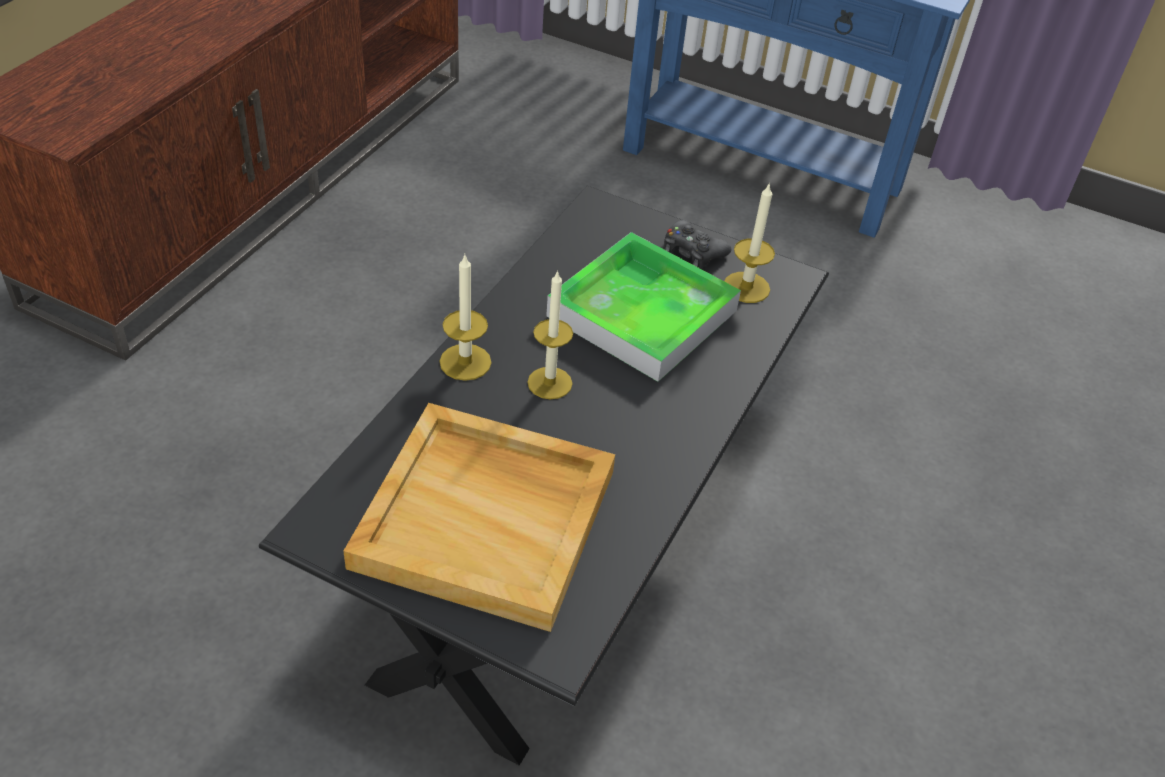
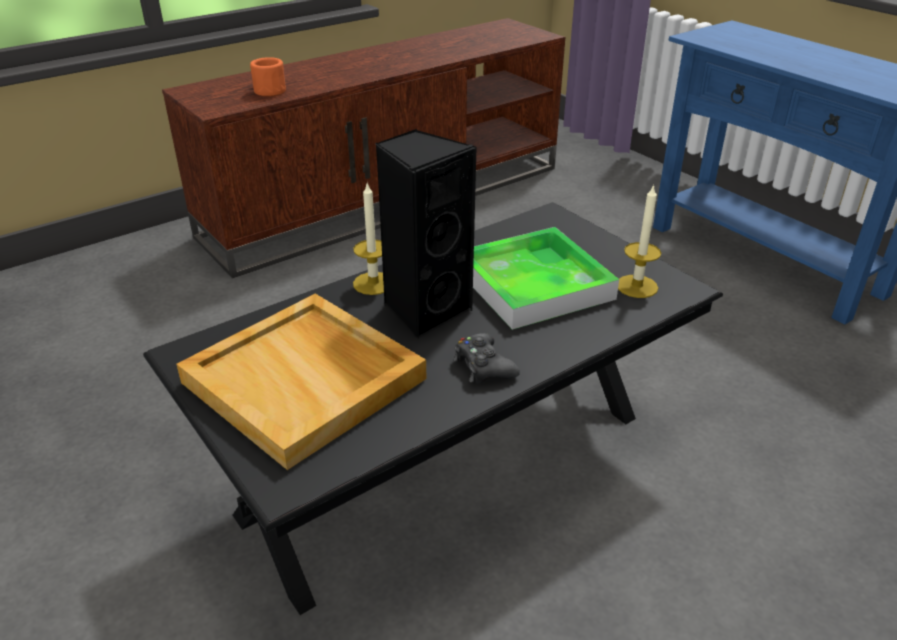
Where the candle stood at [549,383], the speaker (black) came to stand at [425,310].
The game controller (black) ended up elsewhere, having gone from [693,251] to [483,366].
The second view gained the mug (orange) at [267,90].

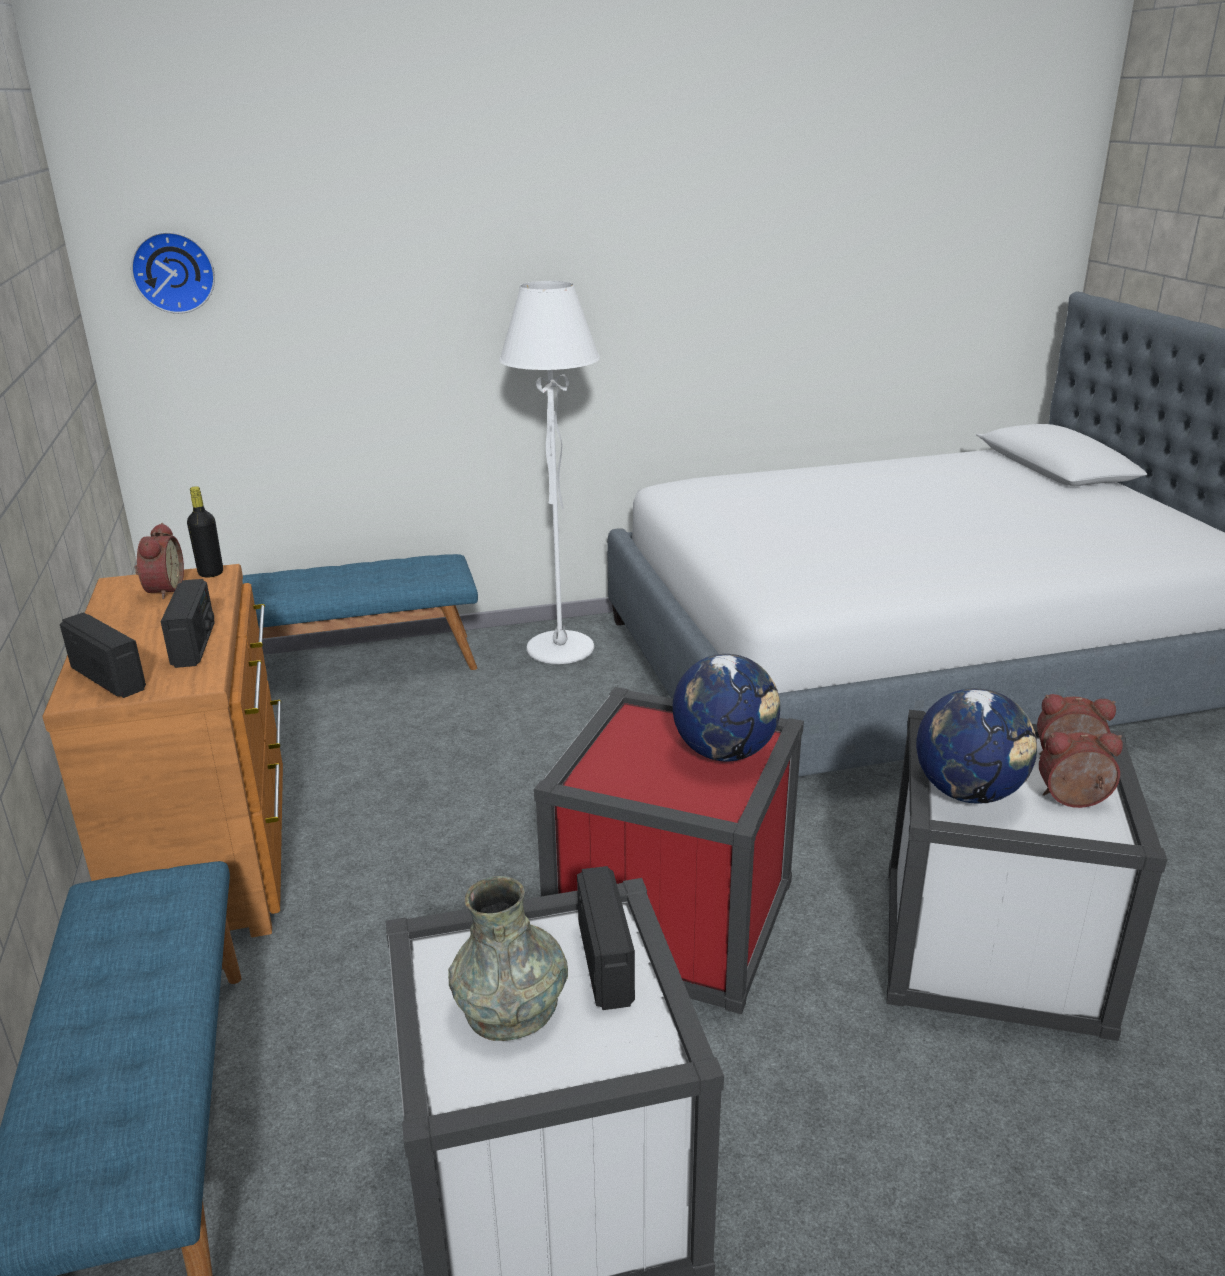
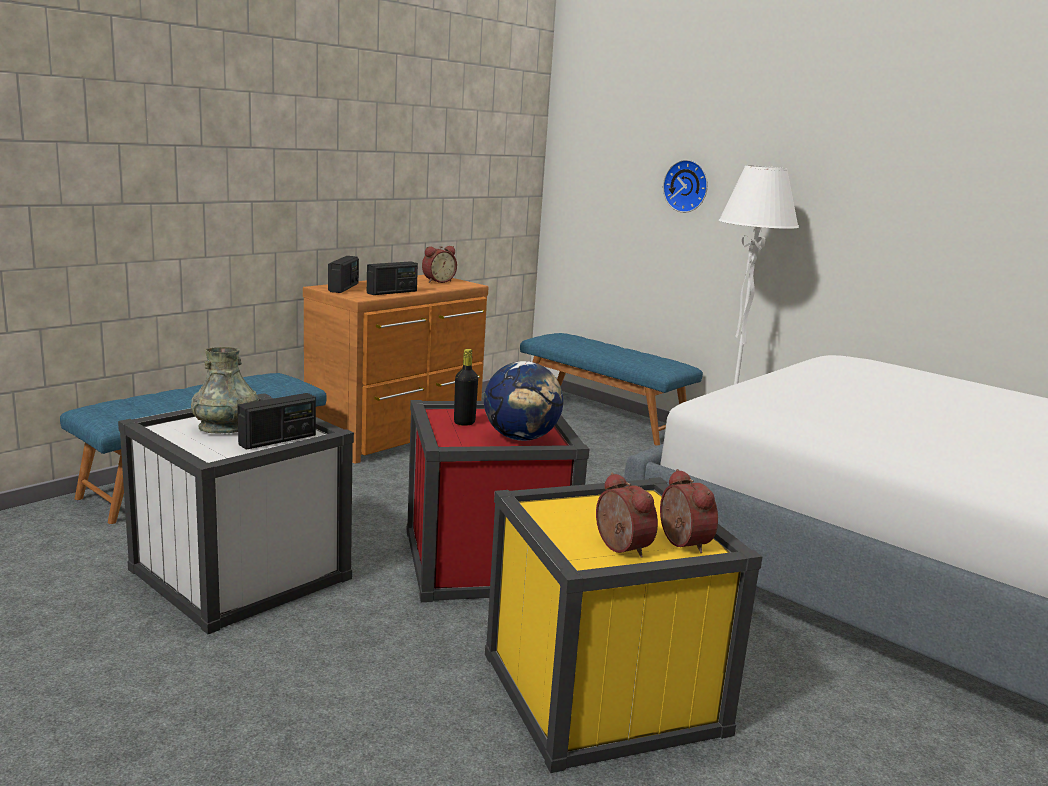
The wall clock ended up elsewhere, having gone from [174,272] to [687,186].
The bottle (black) ended up elsewhere, having gone from [211,573] to [464,422].
What was the storage box (white) at [991,946] turned into the storage box (yellow) at [601,692].
The second view lost the globe at [968,793].

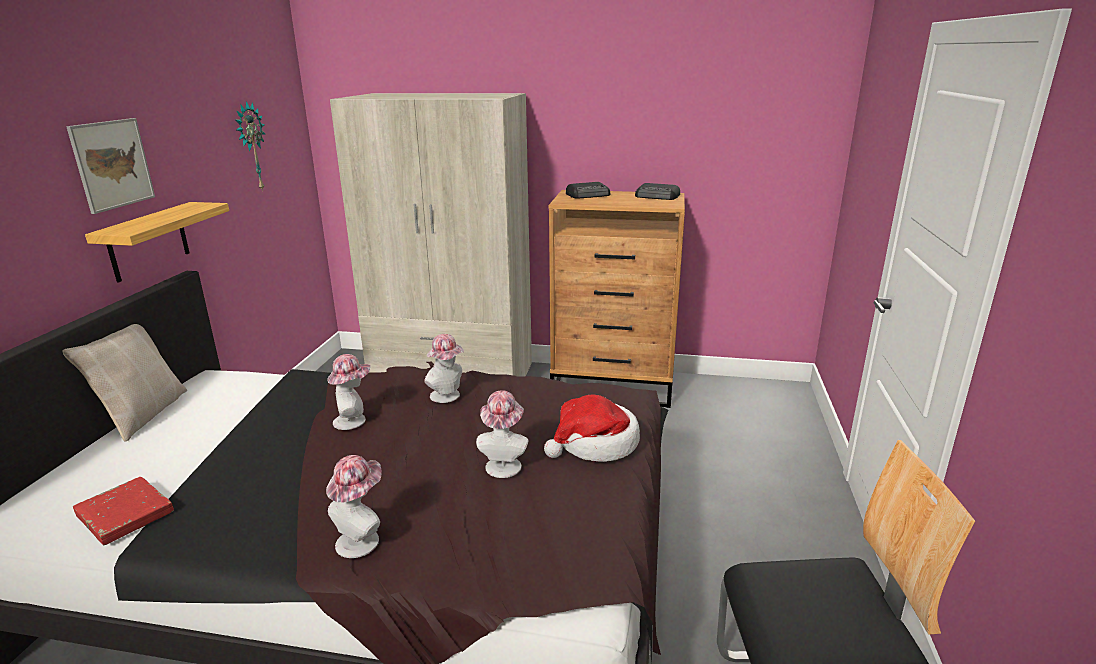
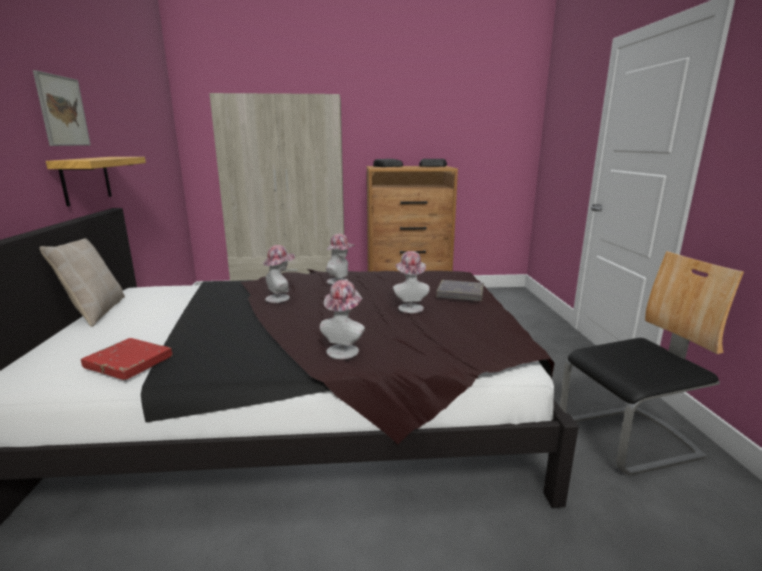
The second view lost the wall clock at [251,147].
Where the hat stood at [595,444], the book (grey) came to stand at [460,294].

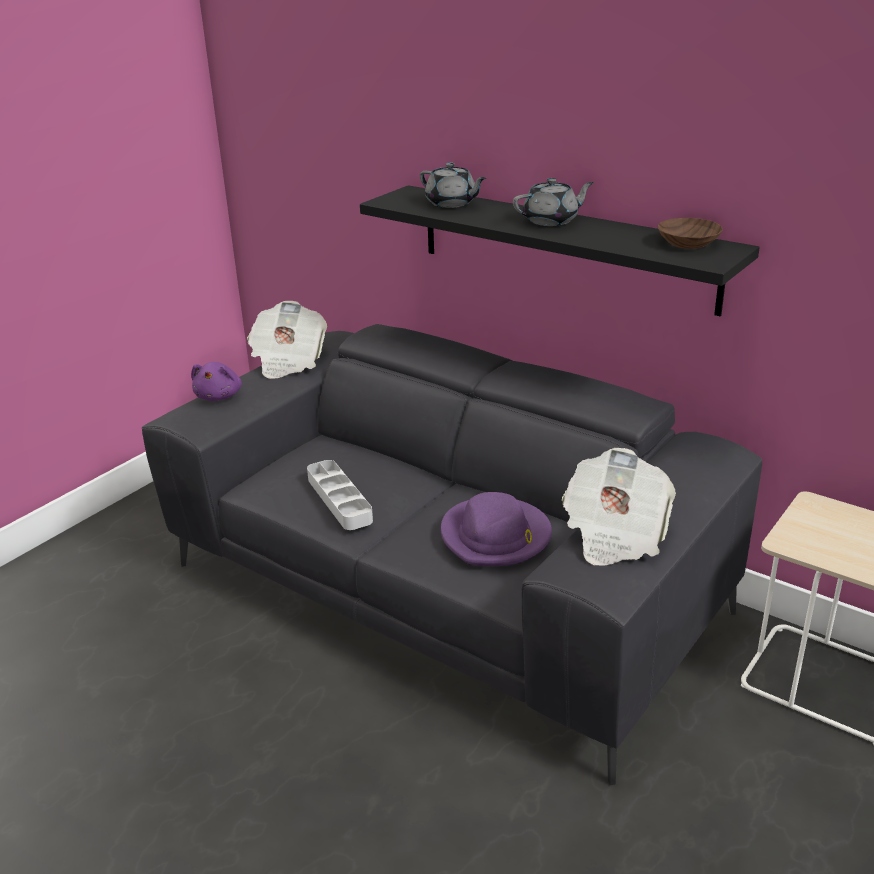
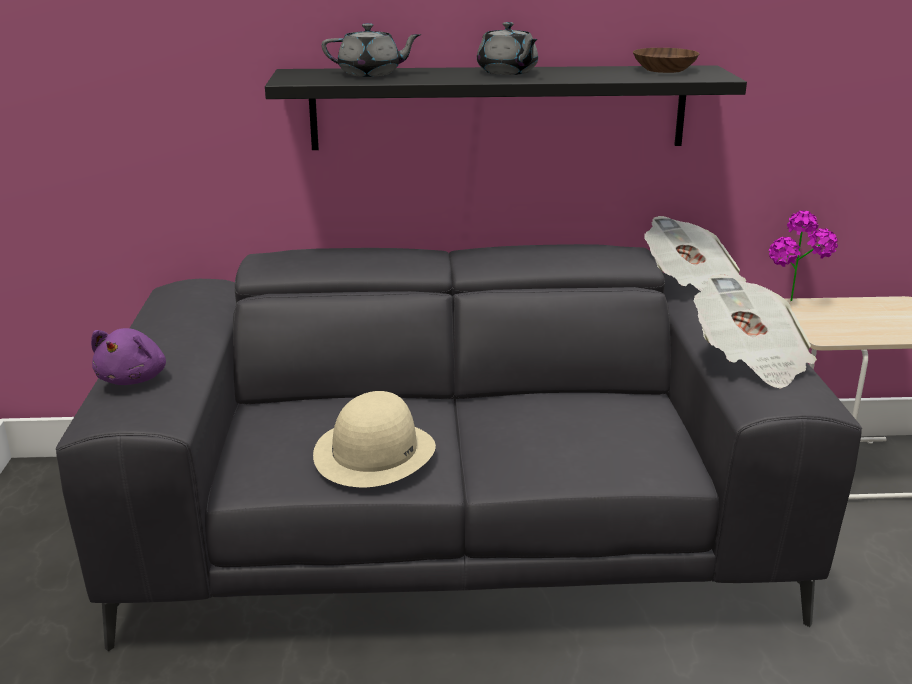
The plush toy (purple) at [219,396] ended up facing another way, 45 degrees clockwise from before.
The newspaper ended up elsewhere, having gone from [288,360] to [693,286].
Where the tray (grey) stood at [339,499], the hat (beige) came to stand at [374,452].
The second view lost the hat (purple) at [496,536].
The teapot (grey) at [551,221] ended up facing another way, 120 degrees clockwise from before.
The second view gained the potted plant at [794,305].

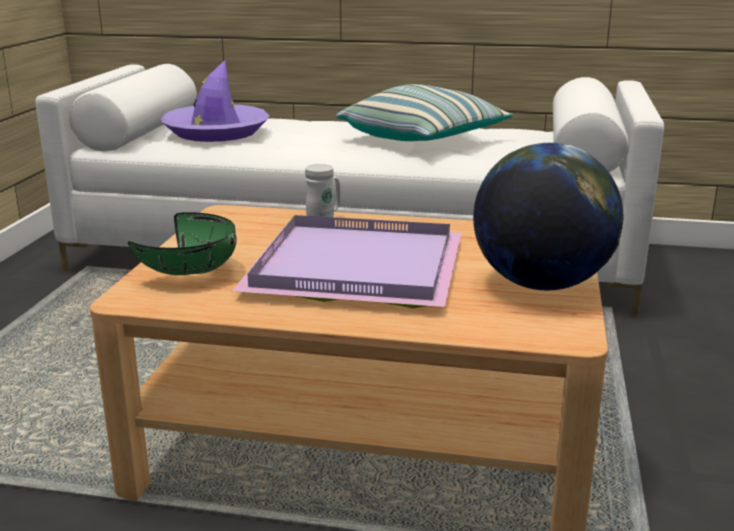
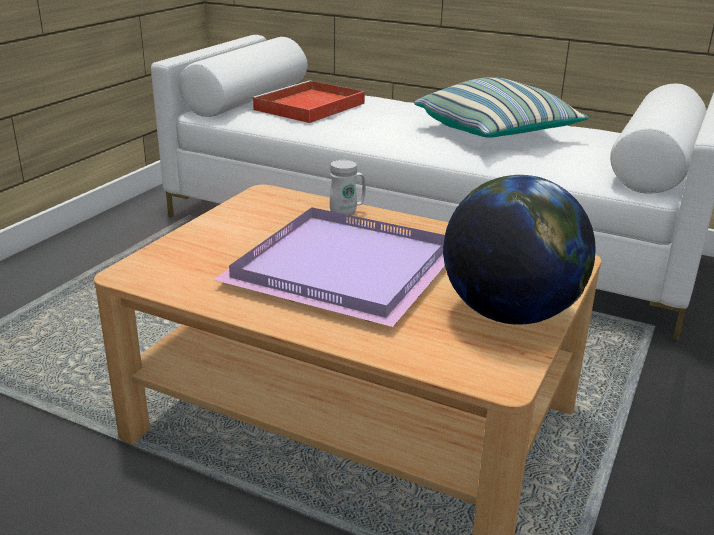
The second view lost the bowl (green) at [195,272].
Where the hat (purple) stood at [216,132], the tray (red) came to stand at [308,107].

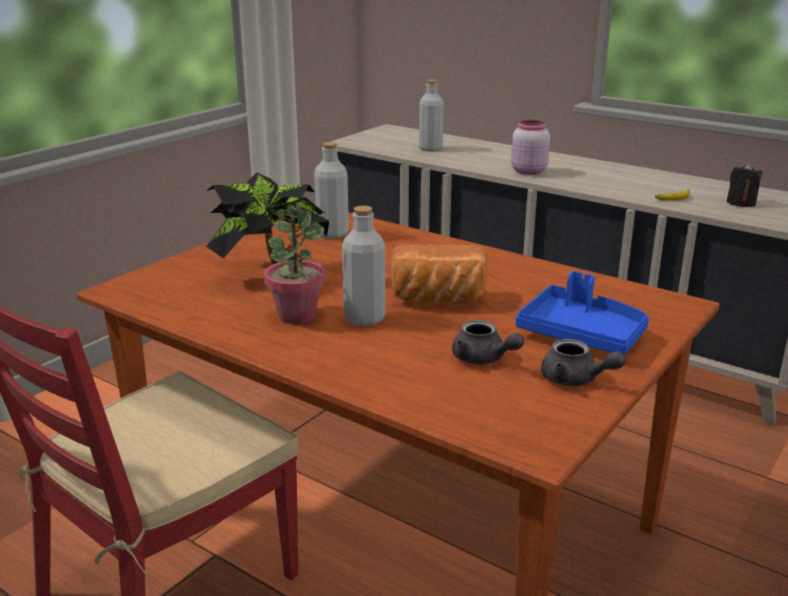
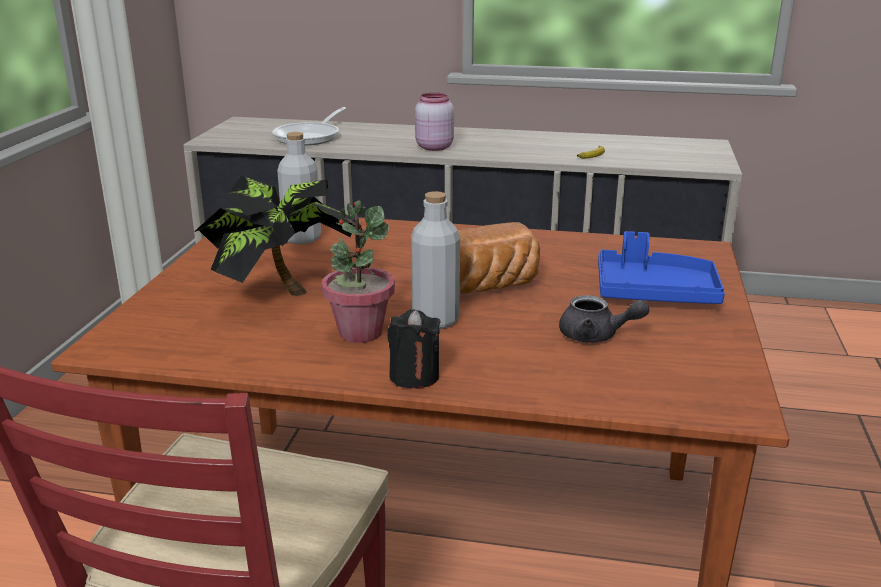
Where the bottle (grey) stood at [430,149], the frying pan came to stand at [310,137].
The second view lost the teapot (grey) at [575,380].
The candle (black) ended up elsewhere, having gone from [741,203] to [414,376].

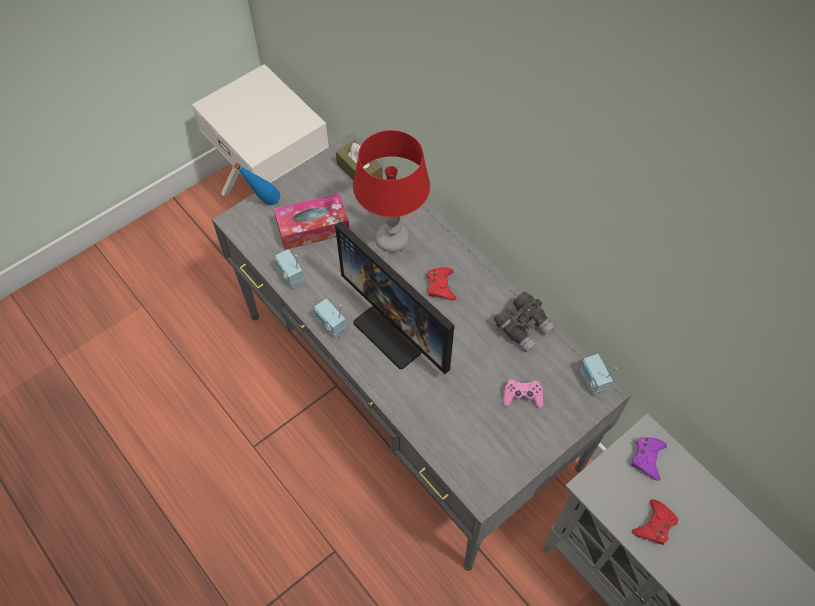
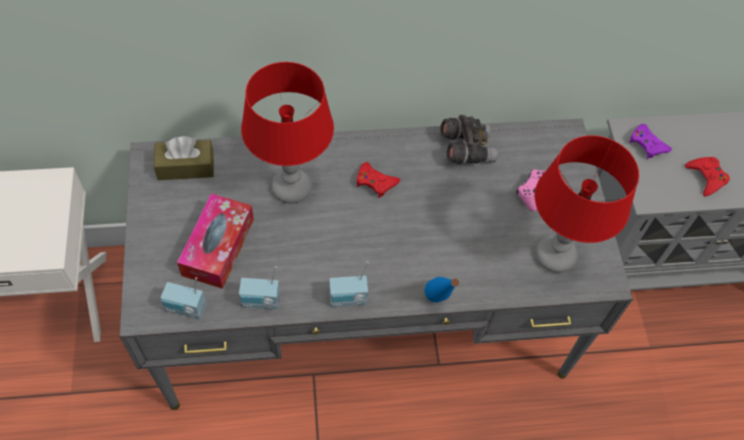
The bottle (blue) ended up elsewhere, having gone from [263,204] to [438,305].
The second view lost the monitor at [400,328].
The radio ended up elsewhere, having gone from [591,382] to [185,309].
The second view gained the table lamp (red) at [555,256].

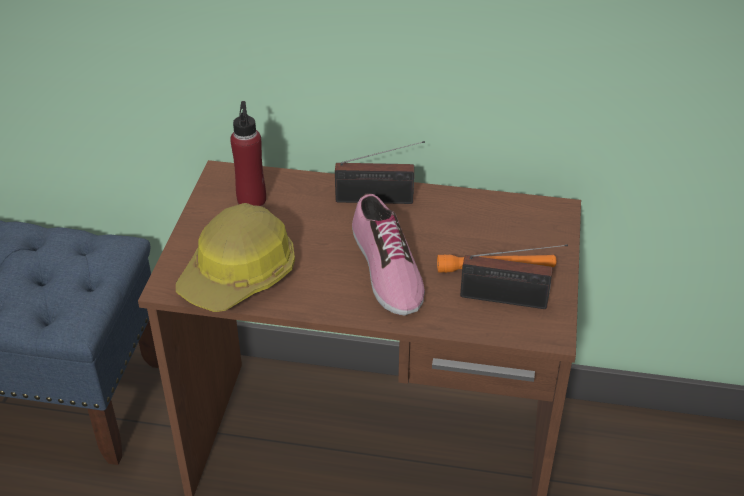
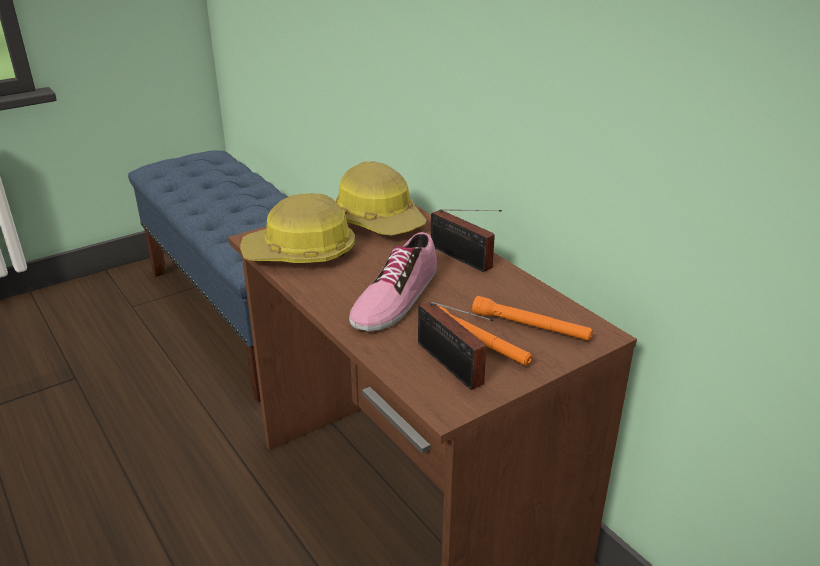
Where the bottle (red) stood at [251,199], the hard hat came to stand at [379,220].
The second view gained the flashlight (orange) at [530,326].

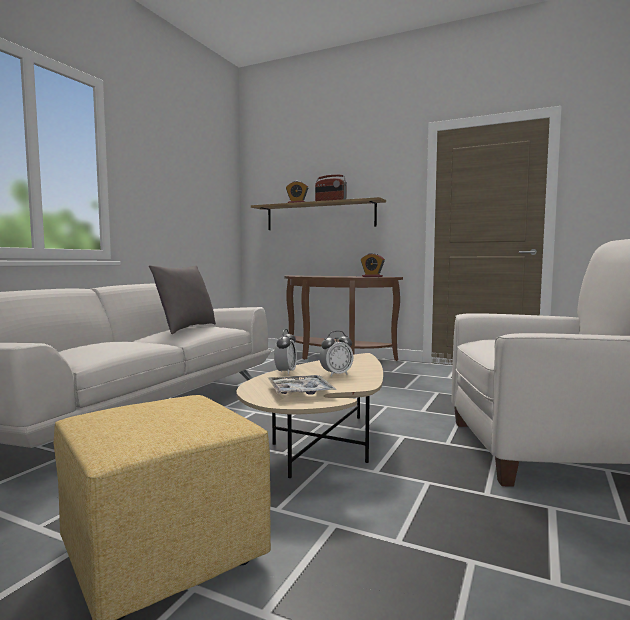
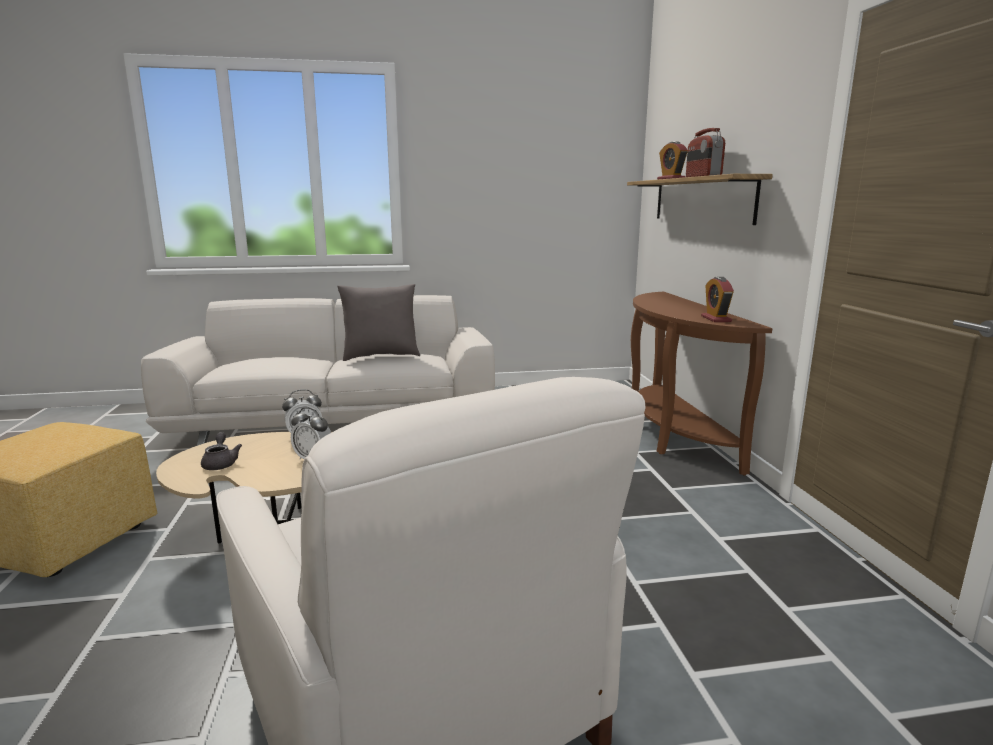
Where the tray stood at [300,392], the teapot (grey) came to stand at [221,463].

